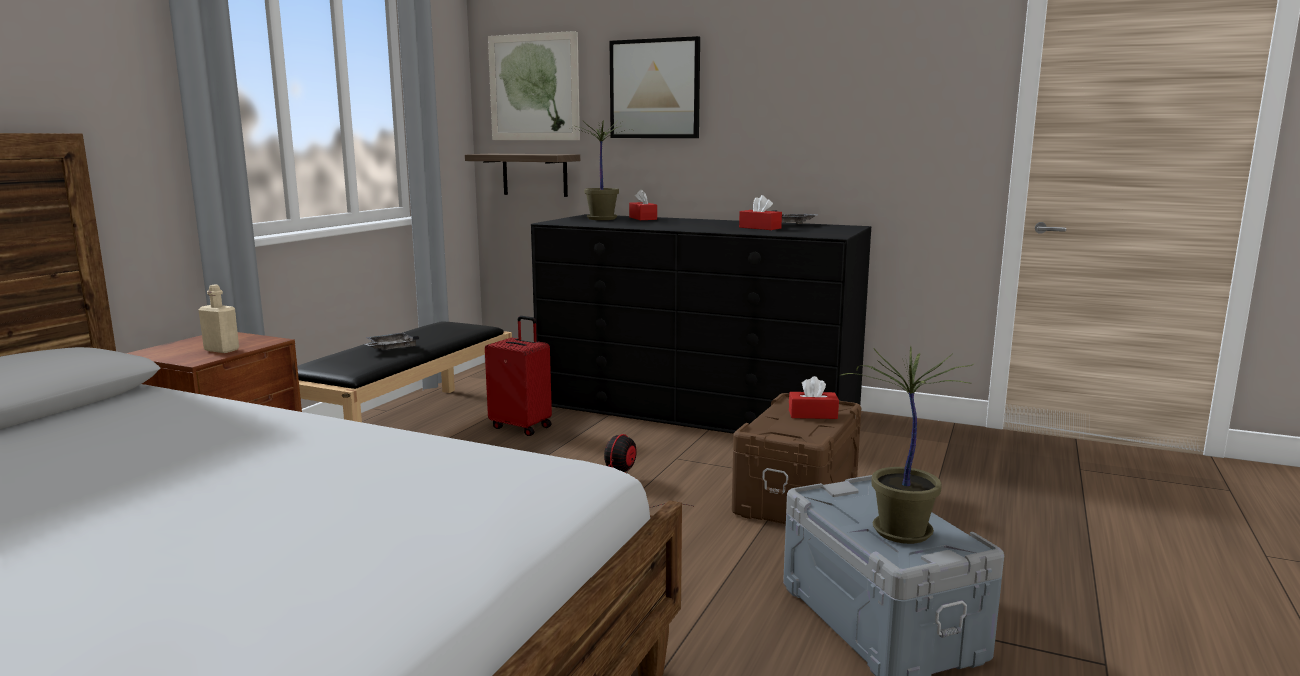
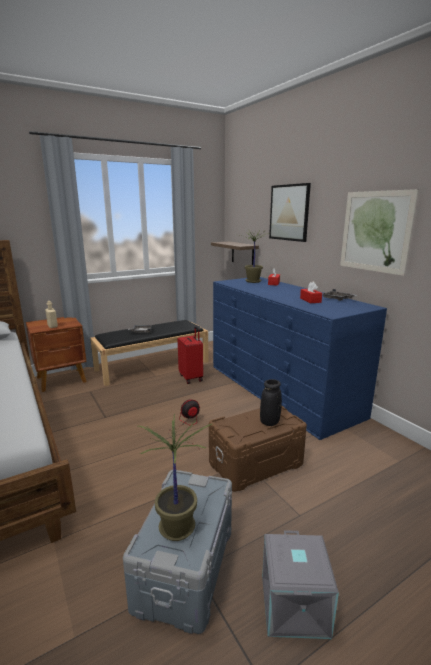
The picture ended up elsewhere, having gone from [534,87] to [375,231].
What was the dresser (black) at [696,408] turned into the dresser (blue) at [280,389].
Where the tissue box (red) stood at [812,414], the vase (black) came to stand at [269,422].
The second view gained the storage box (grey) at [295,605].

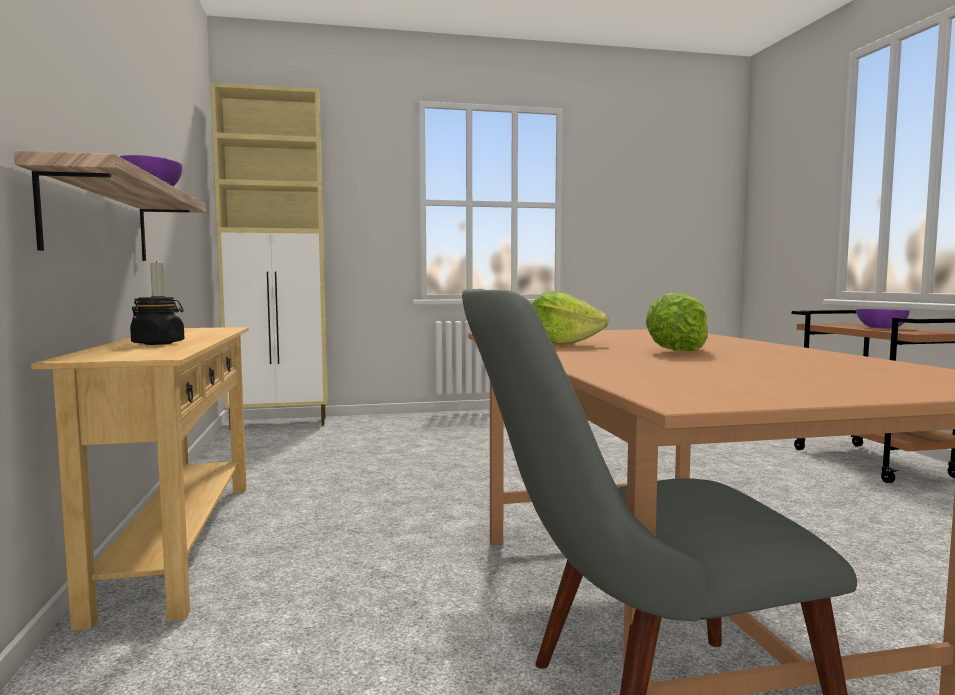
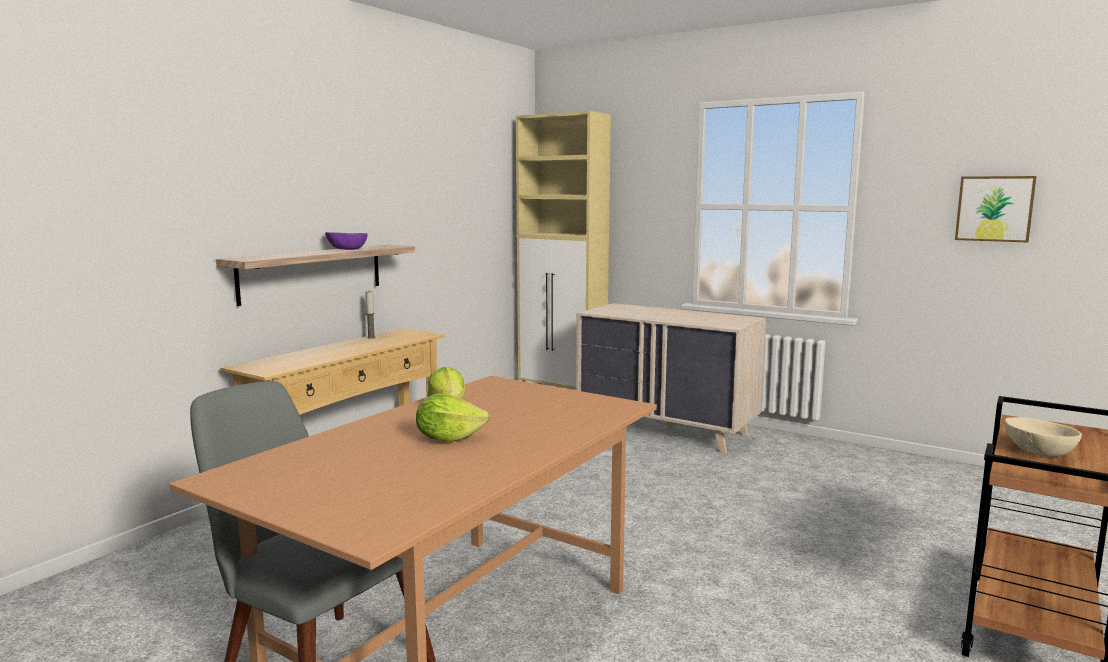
The second view lost the jar (black) at [158,343].
What was the bowl (purple) at [881,328] turned into the bowl (beige) at [1038,452].
The second view gained the dresser (beige) at [666,430].
The second view gained the picture at [994,208].

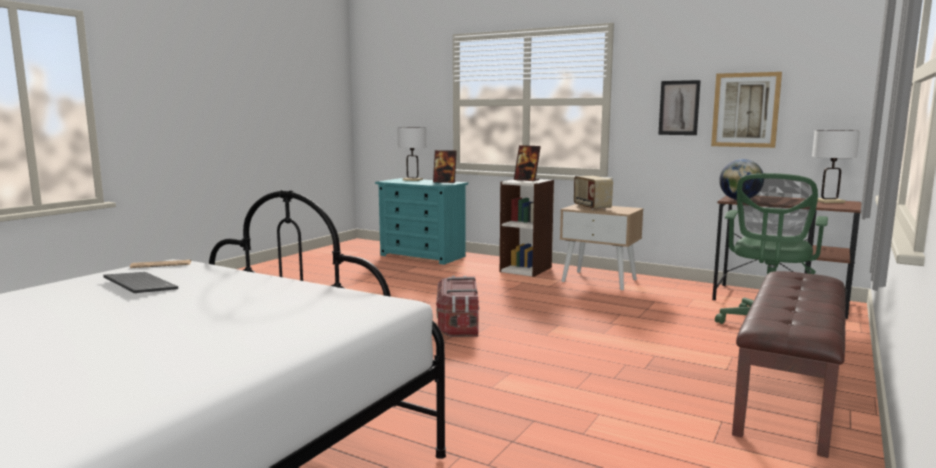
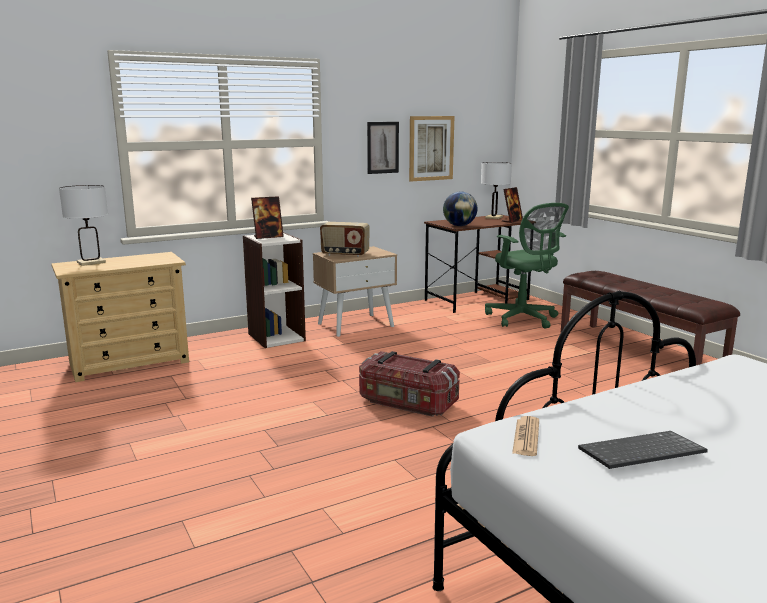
What was the dresser (turquoise) at [423,256] turned into the dresser (beige) at [130,363].
The picture frame ended up elsewhere, having gone from [444,182] to [512,221].

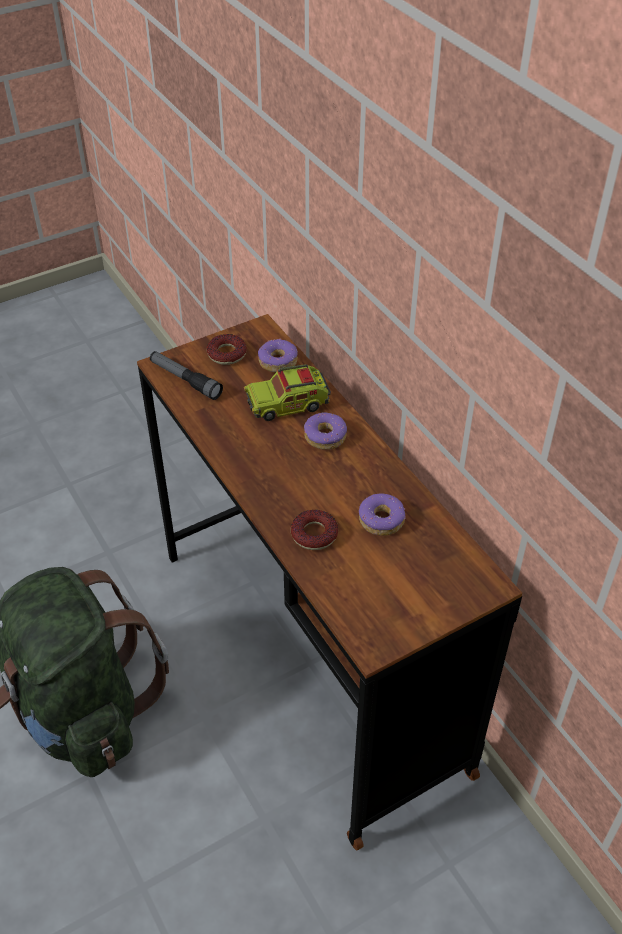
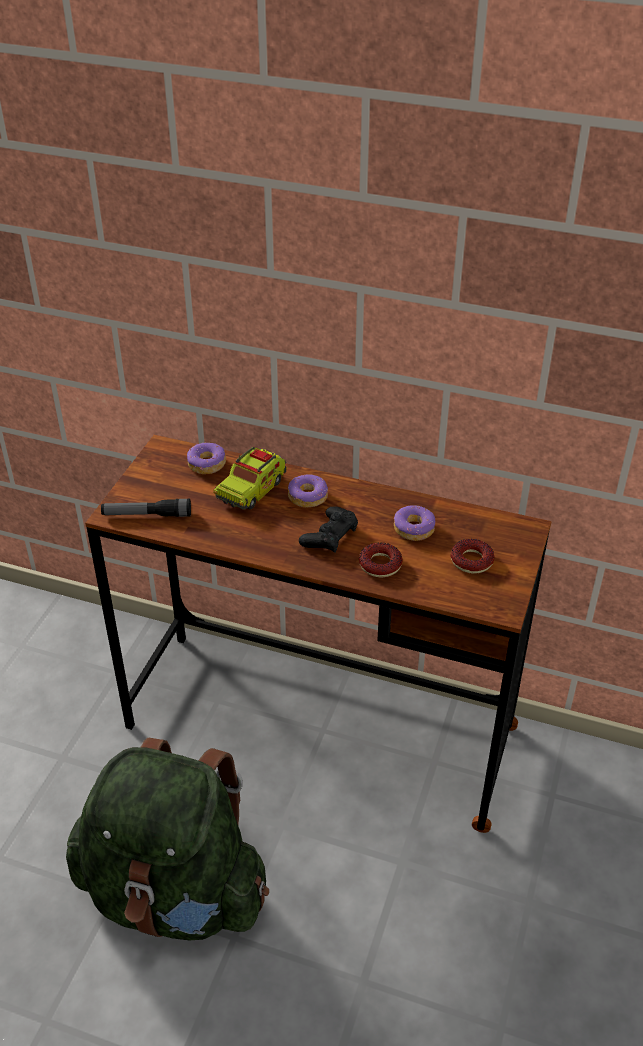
The donut ended up elsewhere, having gone from [226,354] to [471,561].
The second view gained the game controller (black) at [330,536].

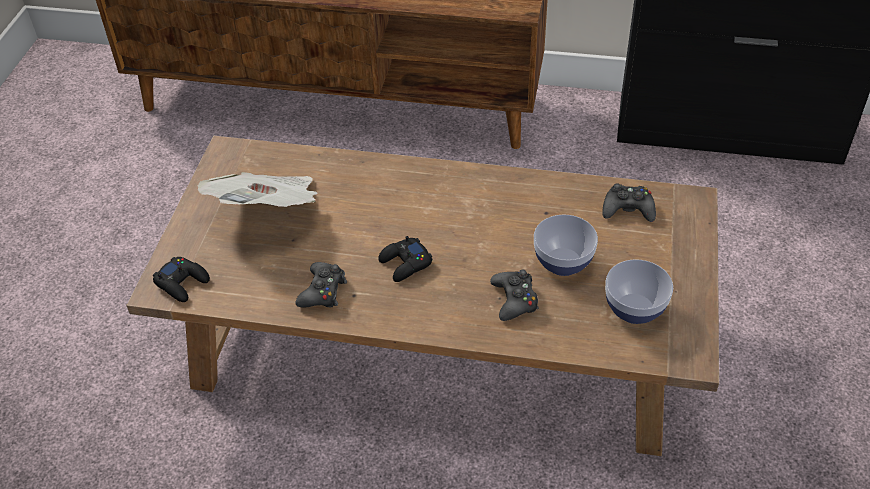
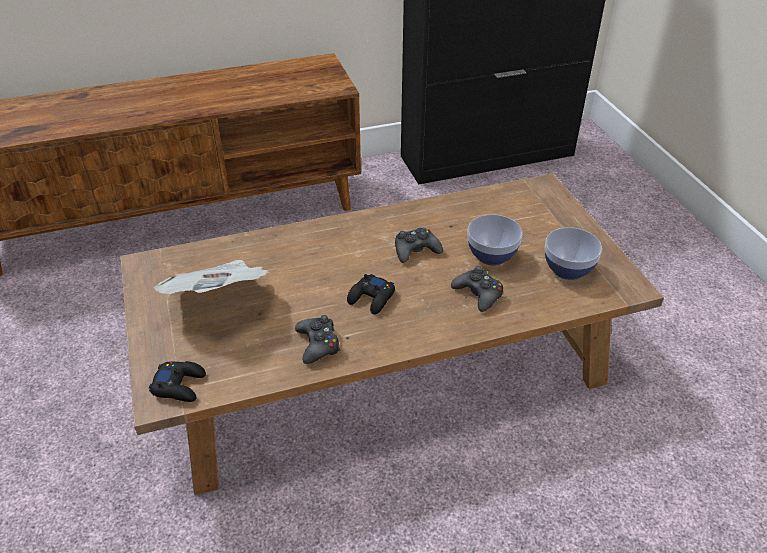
The game controller (black) ended up elsewhere, having gone from [628,209] to [416,250].

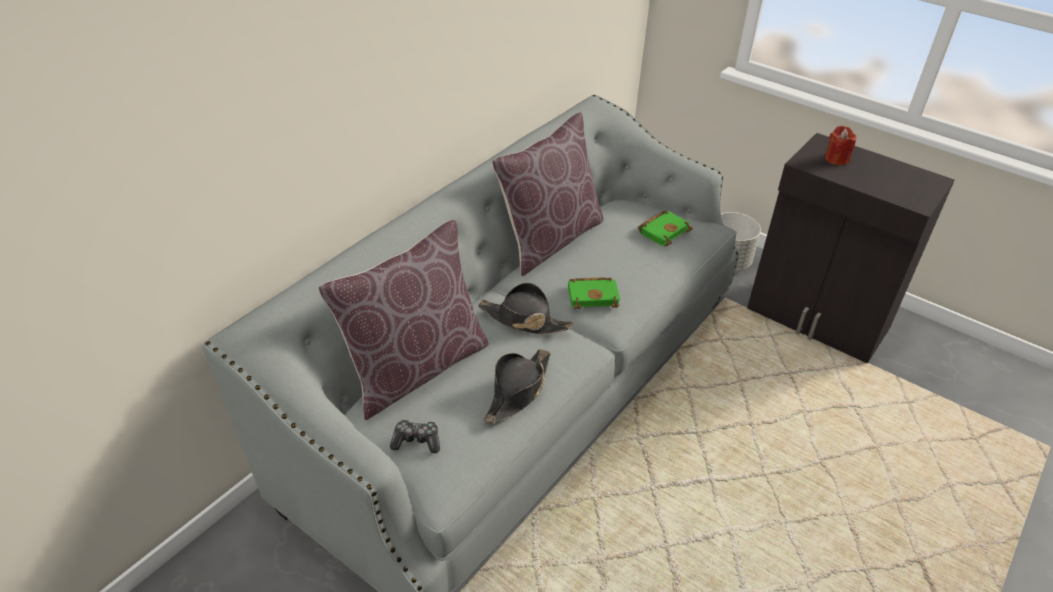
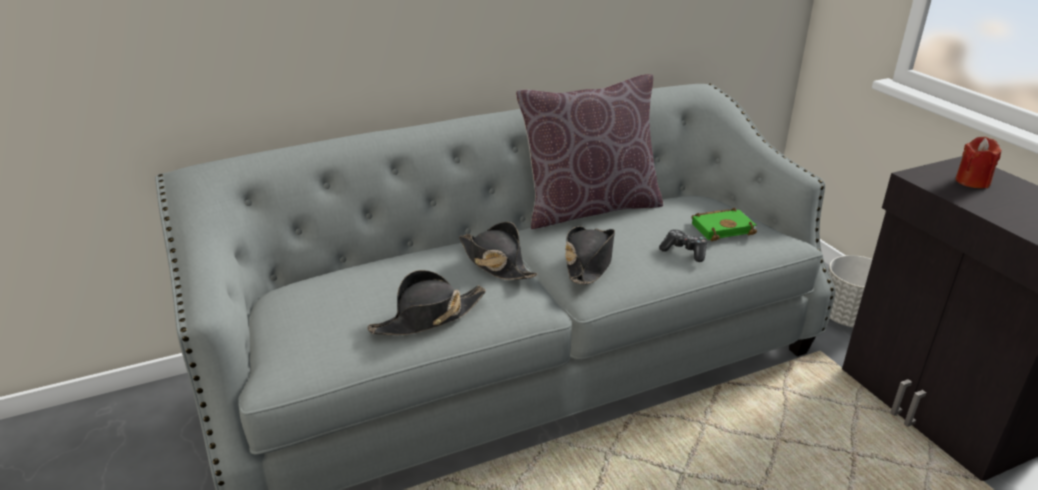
The second view lost the pillow (brown) at [415,368].
The game controller ended up elsewhere, having gone from [416,441] to [684,251].
Where the book (green) stood at [594,295], the hat (black) came to stand at [589,262].

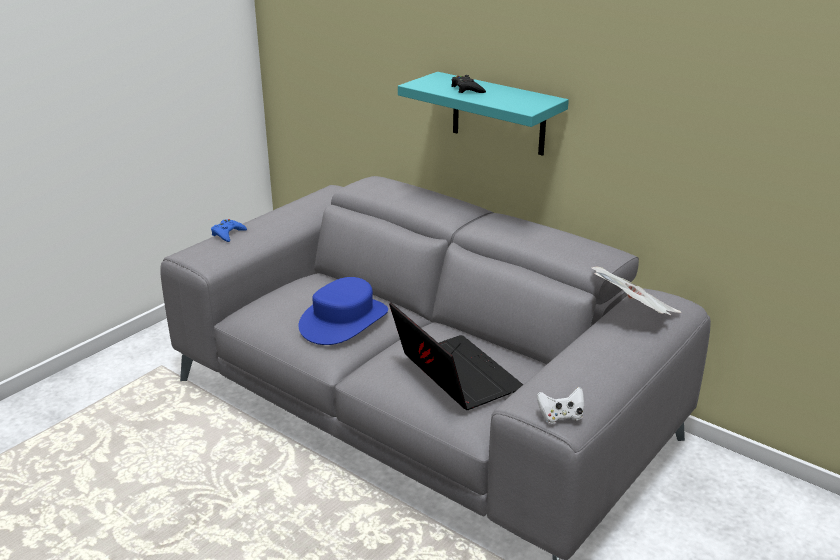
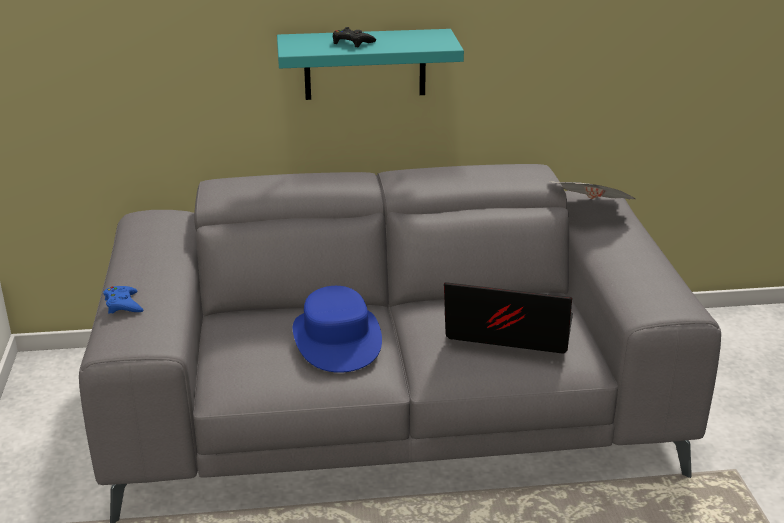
The second view lost the game controller (white) at [560,416].

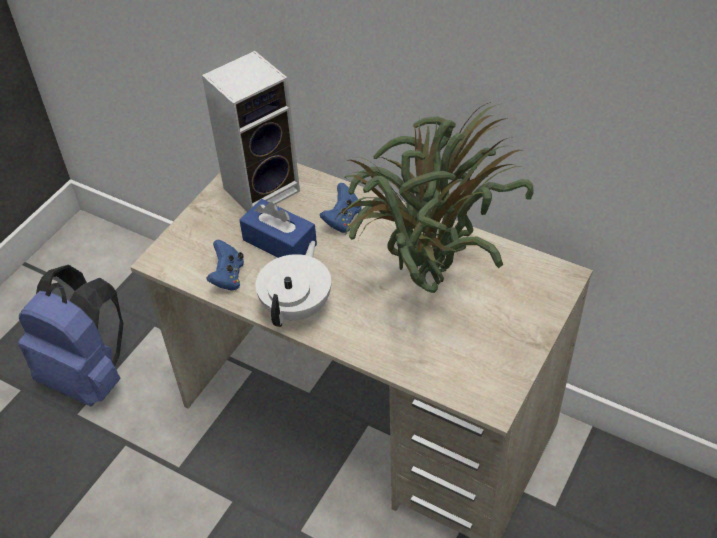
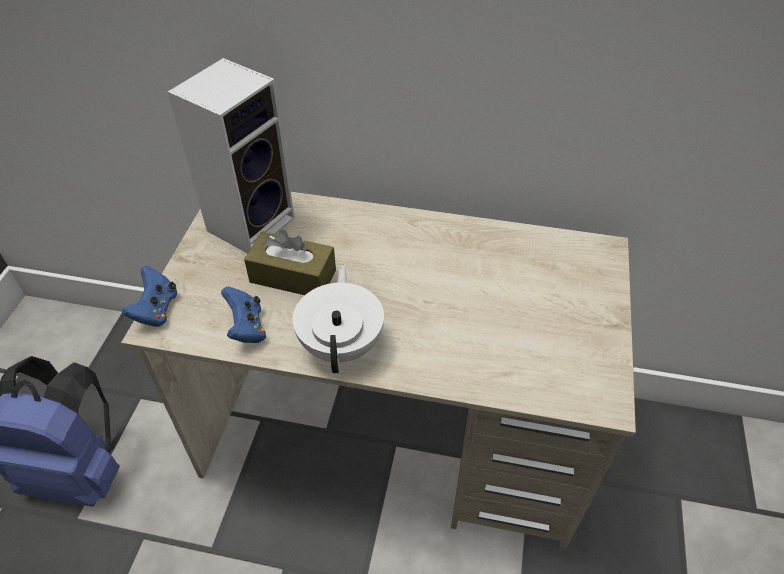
What was the tissue box (blue) at [279,242] turned into the tissue box (brown) at [293,276].
The game controller (blue) ended up elsewhere, having gone from [343,219] to [156,310].
The second view lost the potted plant at [425,283].

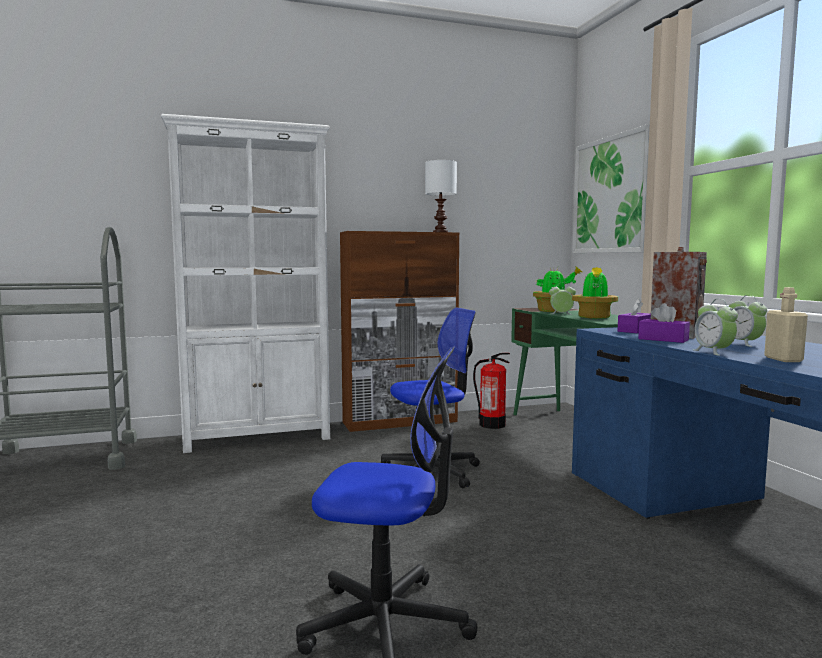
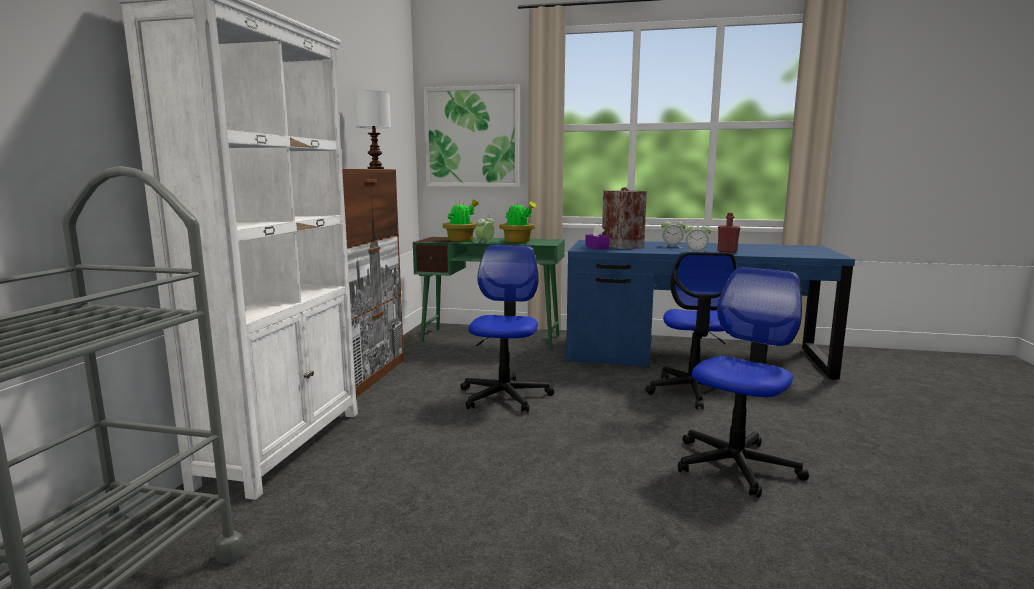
The second view lost the fire extinguisher at [492,424].
The second view lost the tissue box (purple) at [663,339].
What was the bottle (beige) at [783,359] turned into the bottle (red) at [727,252].
The second view gained the office chair at [693,392].

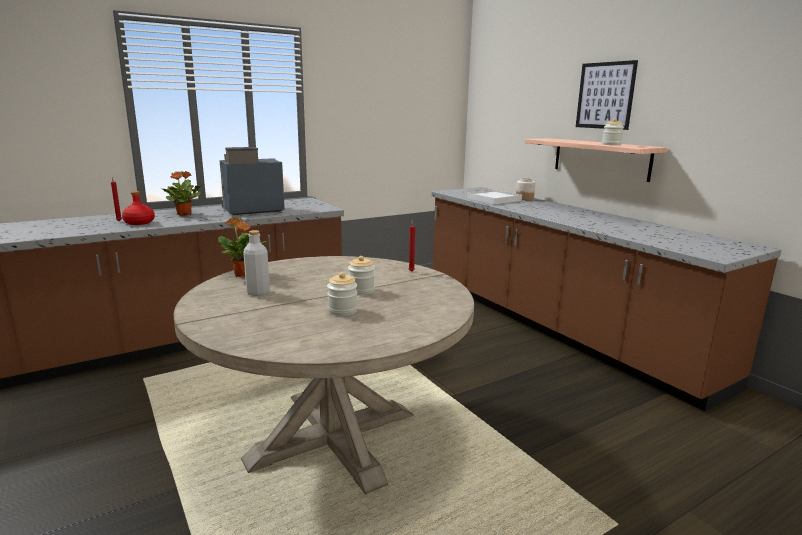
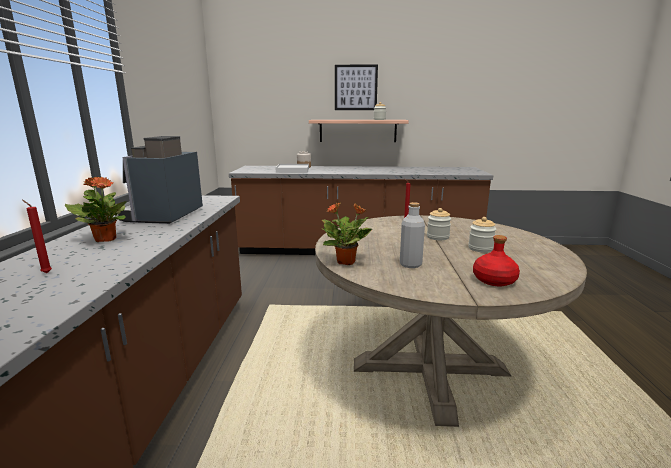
The bottle (red) ended up elsewhere, having gone from [139,222] to [494,280].

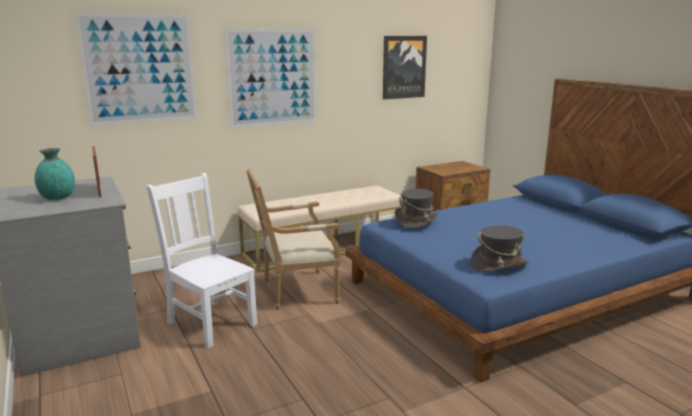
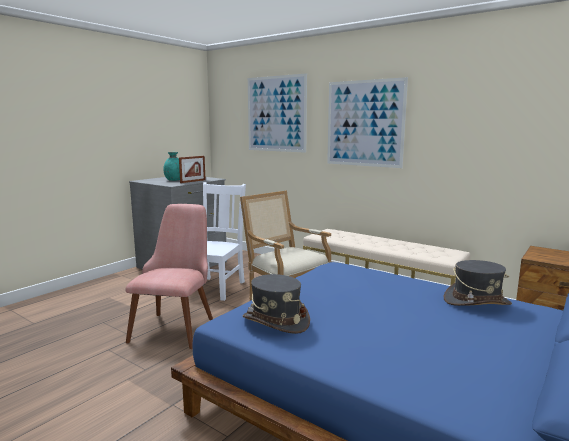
The second view lost the picture at [403,67].
The hat (grey) ended up elsewhere, having gone from [416,221] to [476,301].
The second view gained the chair (pink) at [177,325].

